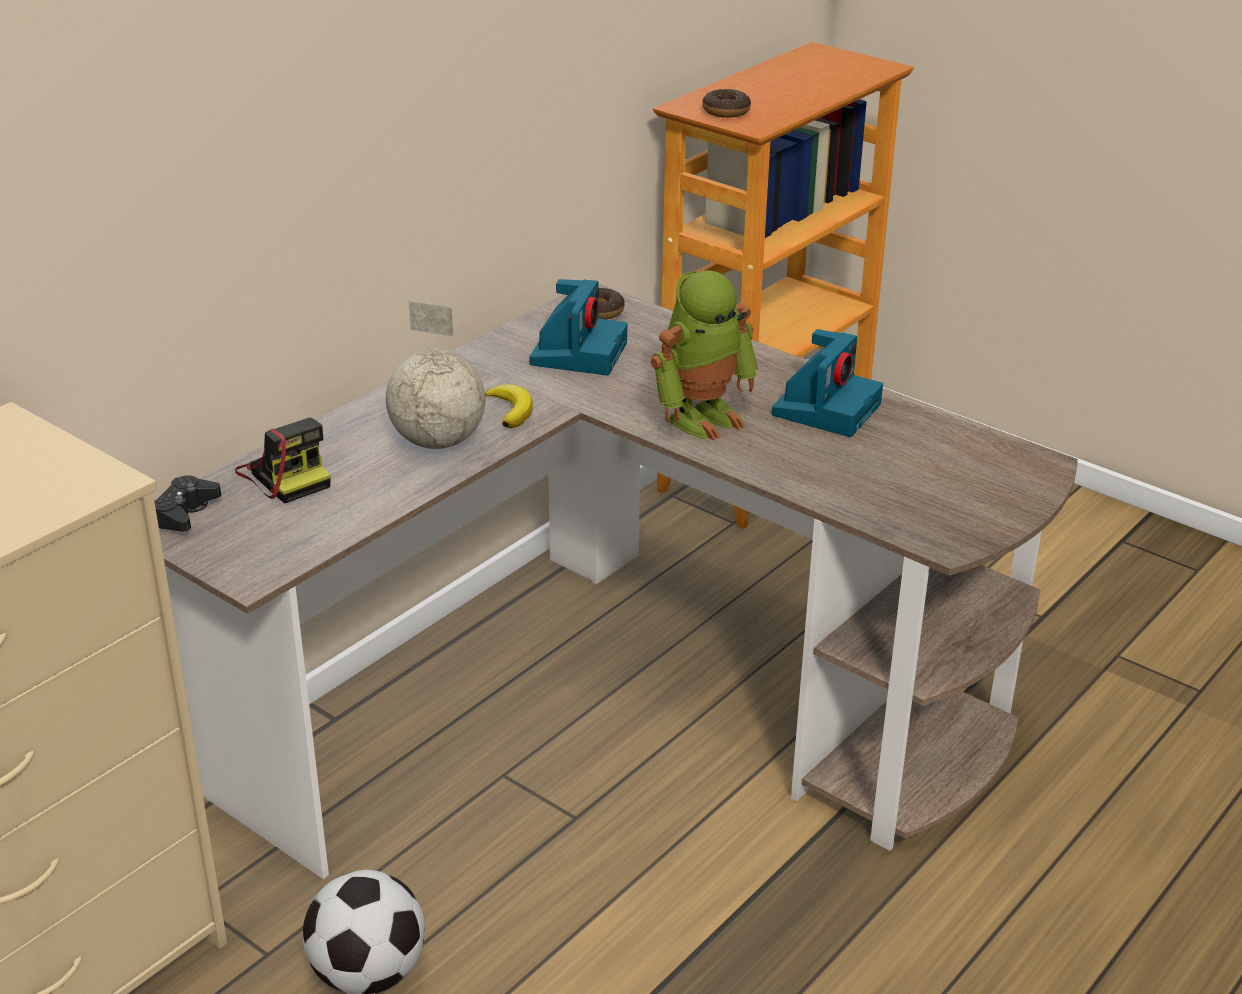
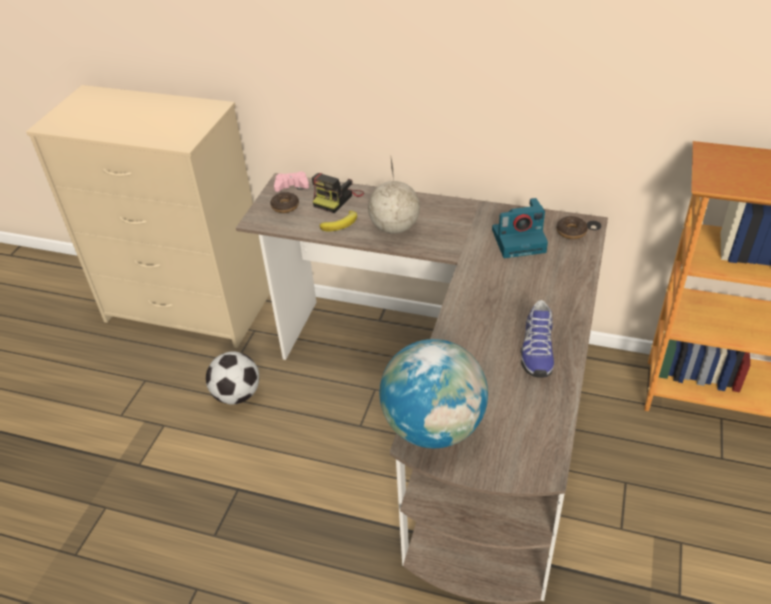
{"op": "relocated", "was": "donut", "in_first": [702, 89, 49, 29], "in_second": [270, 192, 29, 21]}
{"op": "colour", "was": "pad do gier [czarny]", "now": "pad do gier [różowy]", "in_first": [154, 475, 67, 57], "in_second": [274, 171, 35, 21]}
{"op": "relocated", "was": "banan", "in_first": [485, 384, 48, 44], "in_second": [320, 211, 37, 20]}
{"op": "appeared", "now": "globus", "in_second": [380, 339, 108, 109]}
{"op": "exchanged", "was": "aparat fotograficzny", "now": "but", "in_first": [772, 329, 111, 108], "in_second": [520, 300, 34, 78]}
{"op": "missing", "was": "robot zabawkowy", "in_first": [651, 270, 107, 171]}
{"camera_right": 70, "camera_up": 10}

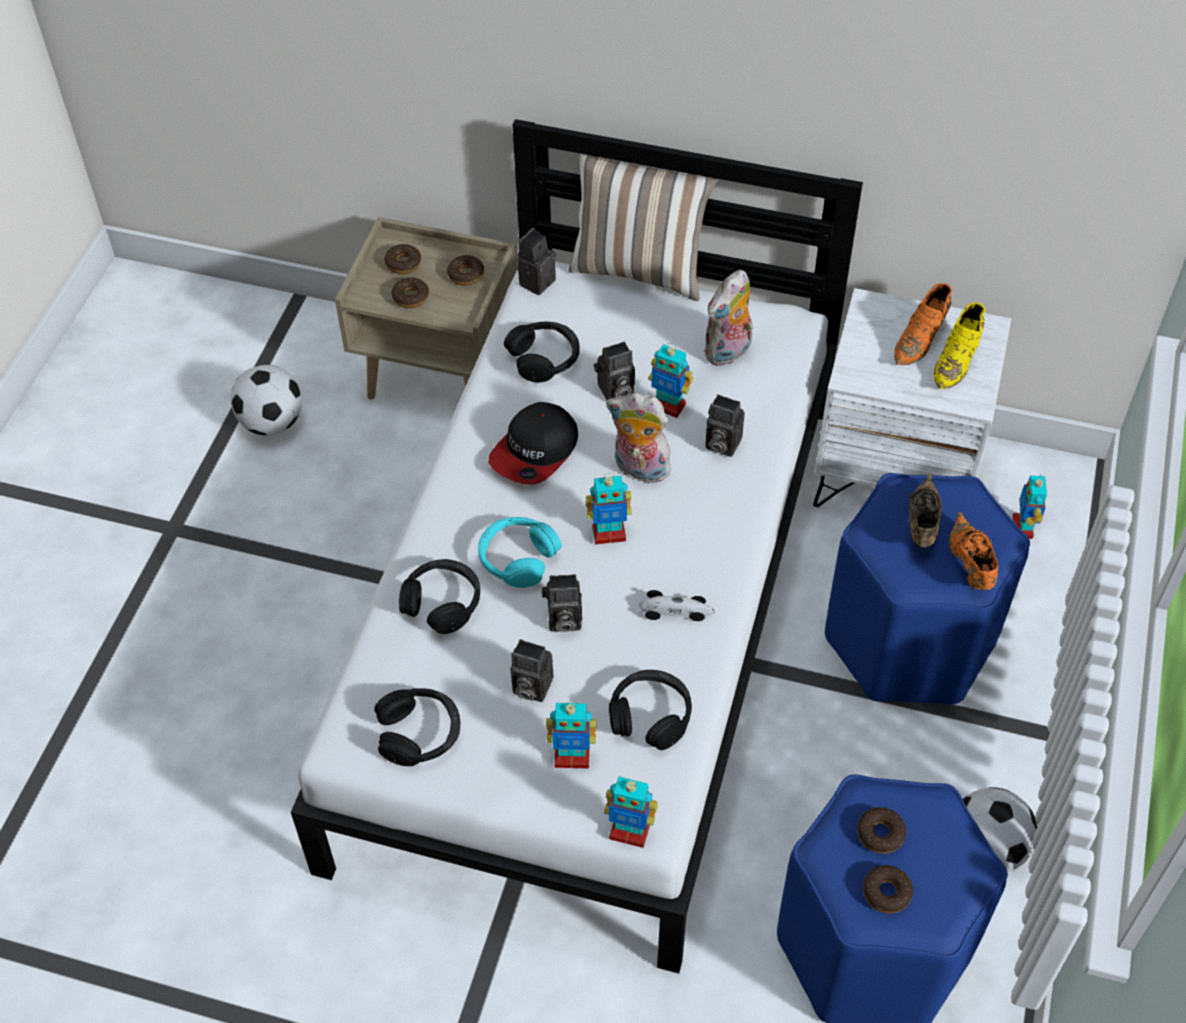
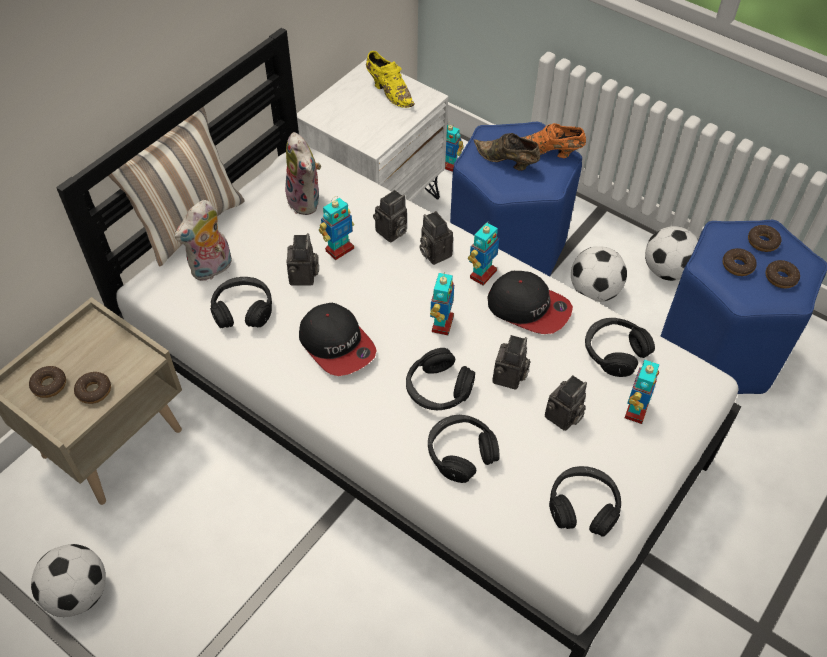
{"op": "relocated", "was": "pluszak", "in_first": [606, 393, 71, 90], "in_second": [174, 200, 58, 81]}
{"op": "colour", "was": "słuchawki [turkusowy]", "now": "słuchawki [czarny]", "in_first": [478, 517, 84, 71], "in_second": [406, 348, 69, 62]}
{"op": "relocated", "was": "aparat fotograficzny", "in_first": [517, 228, 39, 67], "in_second": [420, 211, 33, 54]}
{"op": "relocated", "was": "robot zabawkowy", "in_first": [604, 777, 54, 71], "in_second": [468, 223, 31, 62]}
{"op": "exchanged", "was": "samochodzik", "now": "czapka z daszkiem", "in_first": [639, 590, 76, 31], "in_second": [488, 271, 85, 63]}
{"op": "appeared", "now": "piłka futbolowa", "in_second": [571, 246, 56, 56]}
{"op": "relocated", "was": "donut", "in_first": [447, 255, 37, 31], "in_second": [748, 225, 33, 27]}
{"op": "missing", "was": "but [pomarańczowy]", "in_first": [894, 283, 58, 82]}
{"camera_right": -70, "camera_up": 0}

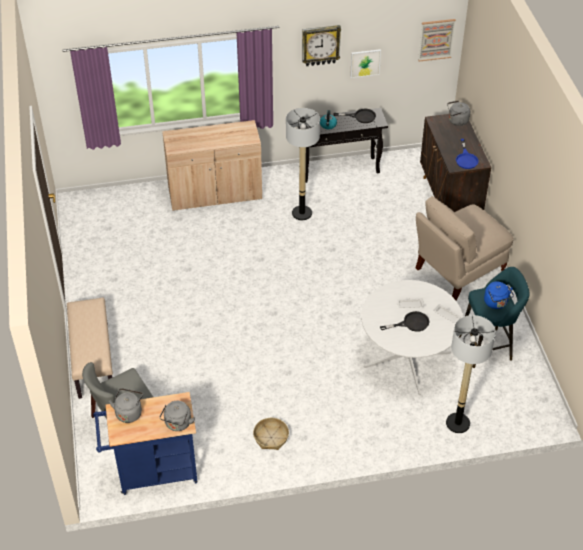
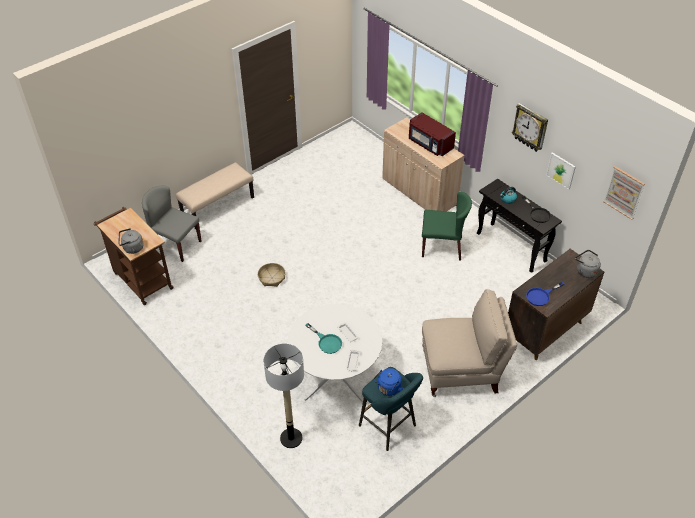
{"op": "colour", "was": "wózek [niebieski]", "now": "wózek [brązowy]", "in_first": [93, 392, 105, 103], "in_second": [94, 207, 80, 98]}
{"op": "relocated", "was": "koszyk", "in_first": [253, 418, 36, 32], "in_second": [258, 263, 27, 24]}
{"op": "colour", "was": "patelnia [czarny]", "now": "patelnia [turkusowy]", "in_first": [380, 311, 49, 21], "in_second": [306, 323, 36, 31]}
{"op": "appeared", "now": "mikrofalówka [czerwony]", "in_second": [409, 113, 47, 43]}
{"op": "exchanged", "was": "lampa stojąca", "now": "krzesło [zielony]", "in_first": [286, 108, 34, 112], "in_second": [422, 192, 50, 69]}
{"op": "spun", "was": "krzesło [beżowy]", "in_first": [415, 196, 99, 105], "in_second": [422, 289, 95, 108], "clockwise": 150}
{"op": "missing", "was": "czajnik [szary]", "in_first": [109, 388, 34, 35]}
{"camera_right": 60, "camera_up": 0}

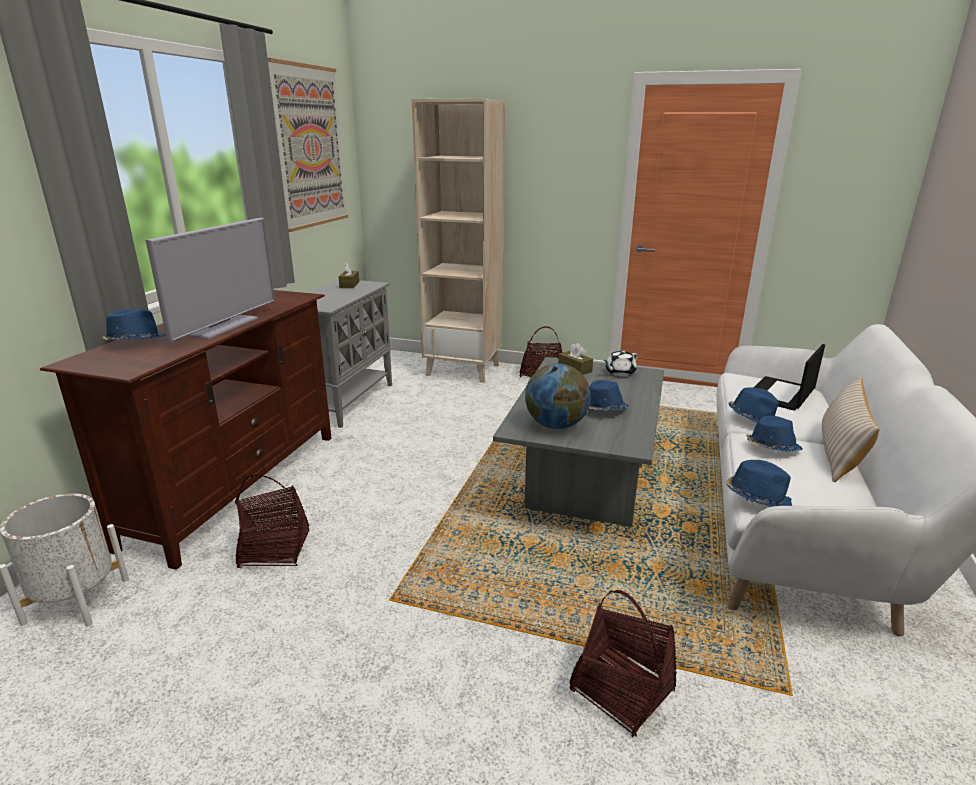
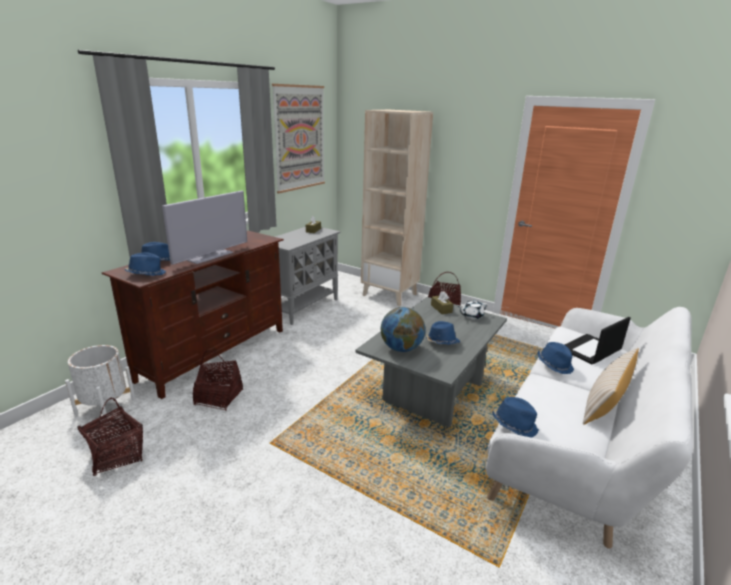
{"op": "relocated", "was": "koszyk", "in_first": [569, 590, 108, 147], "in_second": [78, 397, 65, 79]}
{"op": "relocated", "was": "kapelusz [niebieski]", "in_first": [746, 416, 57, 36], "in_second": [125, 252, 41, 24]}
{"camera_right": 15, "camera_up": 0}

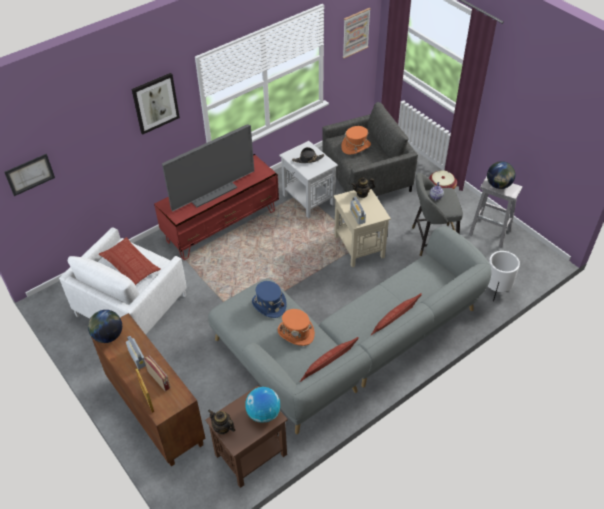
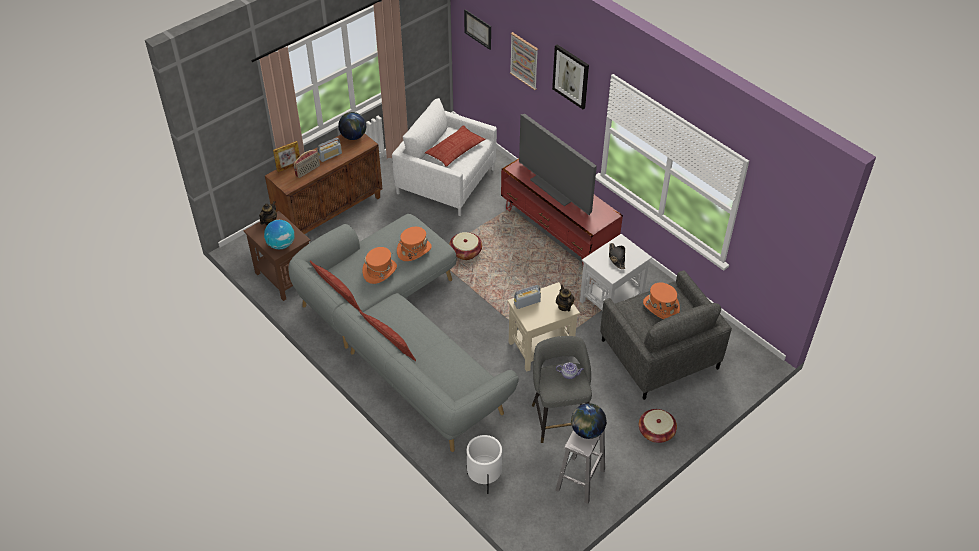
{"op": "colour", "was": "kapelusz [niebieski]", "now": "kapelusz [pomarańczowy]", "in_first": [252, 281, 35, 37], "in_second": [397, 227, 35, 34]}
{"op": "appeared", "now": "koszyk", "in_second": [449, 232, 33, 28]}
{"op": "relocated", "was": "obraz", "in_first": [342, 8, 29, 50], "in_second": [510, 32, 28, 58]}
{"camera_right": 85, "camera_up": 0}

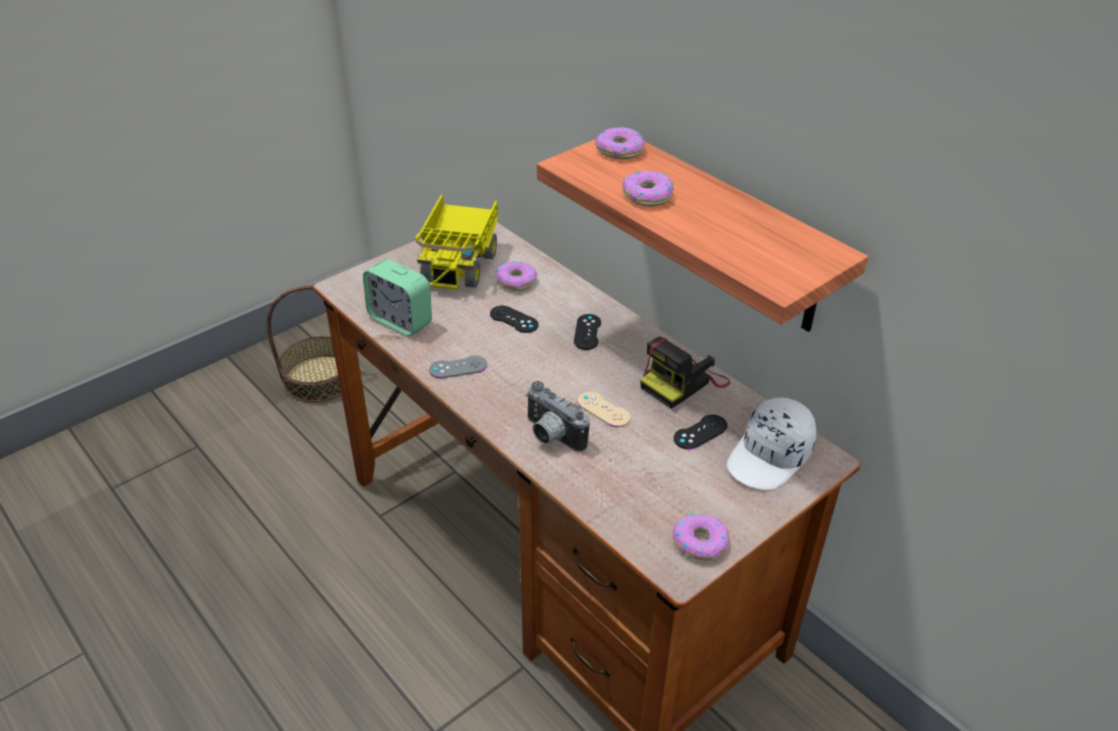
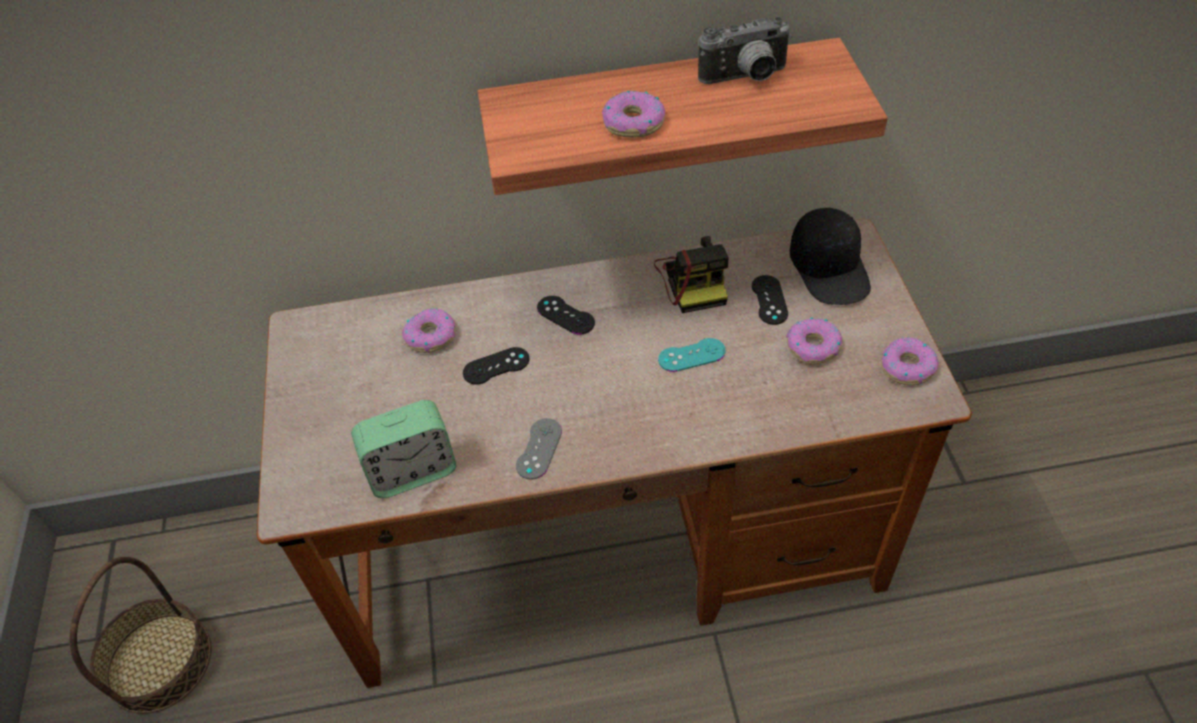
{"op": "colour", "was": "pad do gier [beżowy]", "now": "pad do gier [turkusowy]", "in_first": [577, 391, 53, 36], "in_second": [658, 338, 67, 34]}
{"op": "relocated", "was": "aparat fotograficzny", "in_first": [526, 381, 64, 71], "in_second": [698, 17, 94, 67]}
{"op": "relocated", "was": "donut", "in_first": [595, 127, 50, 32], "in_second": [786, 317, 56, 47]}
{"op": "colour", "was": "czapka z daszkiem [biały]", "now": "czapka z daszkiem [czarny]", "in_first": [727, 398, 89, 92], "in_second": [790, 207, 81, 98]}
{"op": "missing", "was": "ciężarówka zabawkowa", "in_first": [415, 195, 83, 96]}
{"camera_right": -55, "camera_up": 10}

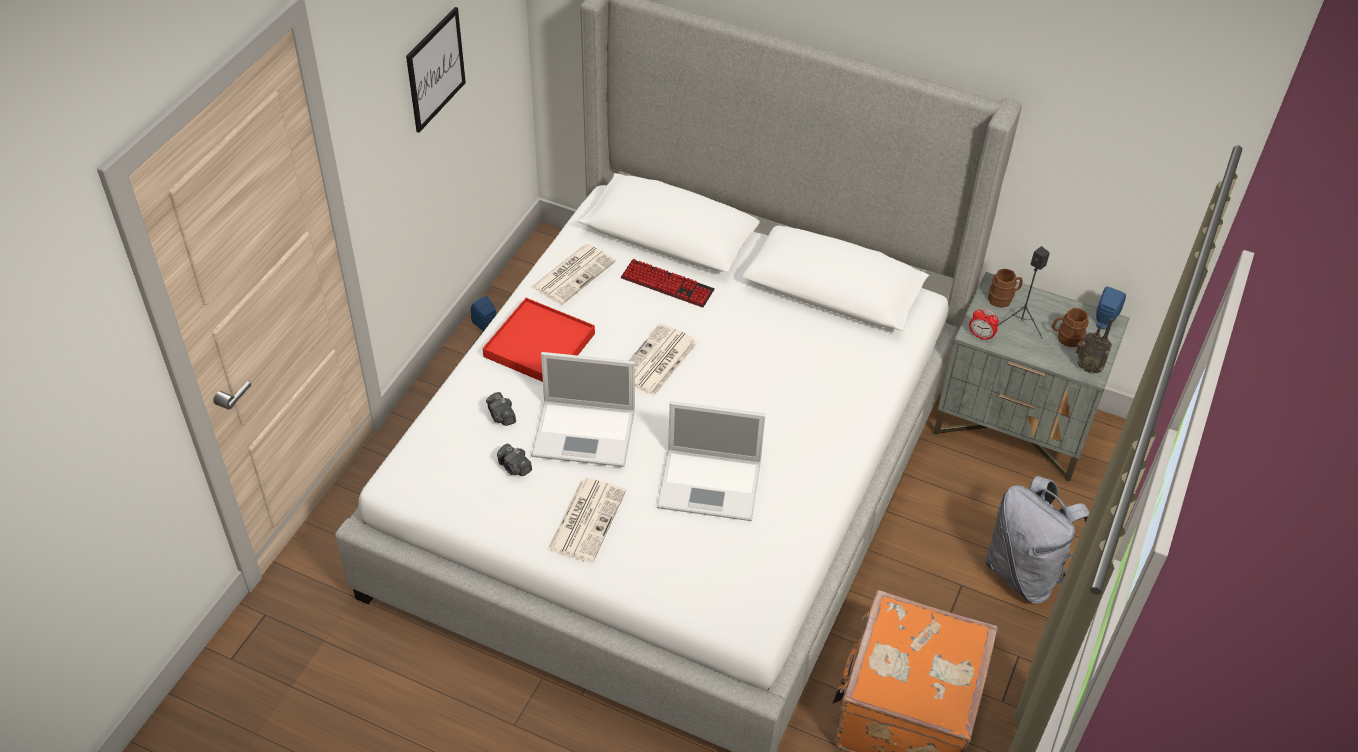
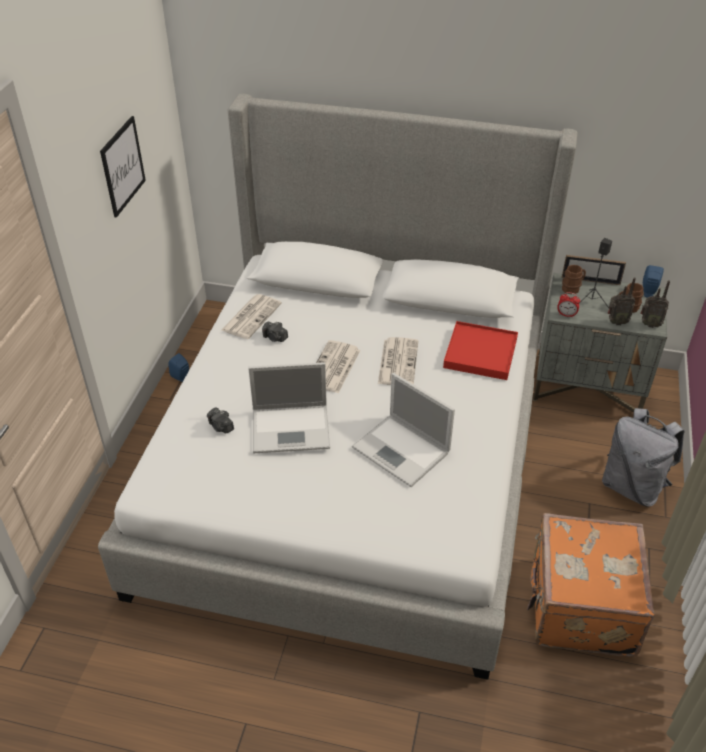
{"op": "relocated", "was": "aparat fotograficzny", "in_first": [497, 444, 35, 32], "in_second": [262, 322, 26, 20]}
{"op": "spun", "was": "laptop", "in_first": [657, 401, 109, 120], "in_second": [352, 373, 103, 114], "clockwise": 45}
{"op": "relocated", "was": "gazeta", "in_first": [547, 478, 79, 85], "in_second": [378, 337, 40, 48]}
{"op": "relocated", "was": "taca [czerwony]", "in_first": [483, 298, 112, 84], "in_second": [443, 321, 75, 59]}
{"op": "appeared", "now": "ramka na zdjęcie", "in_second": [562, 255, 64, 30]}
{"op": "appeared", "now": "radio", "in_second": [608, 277, 28, 48]}
{"op": "missing", "was": "klawiatura", "in_first": [621, 259, 93, 49]}
{"camera_right": -10, "camera_up": -5}

